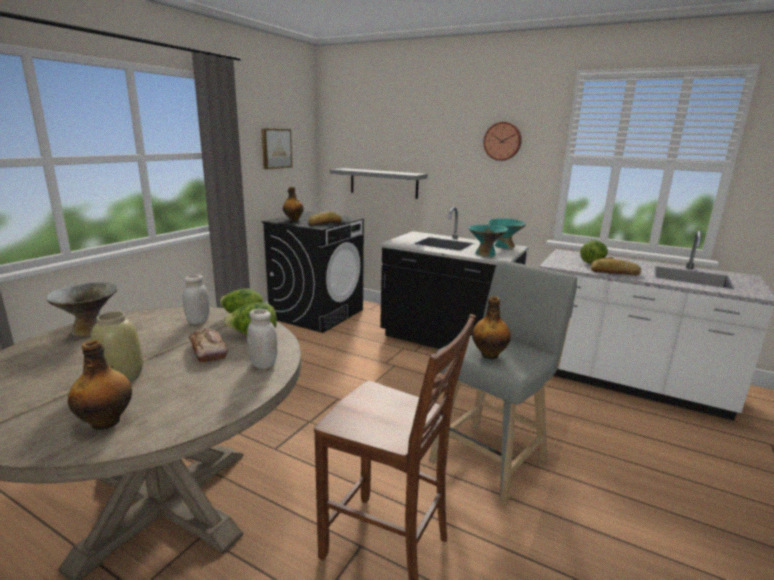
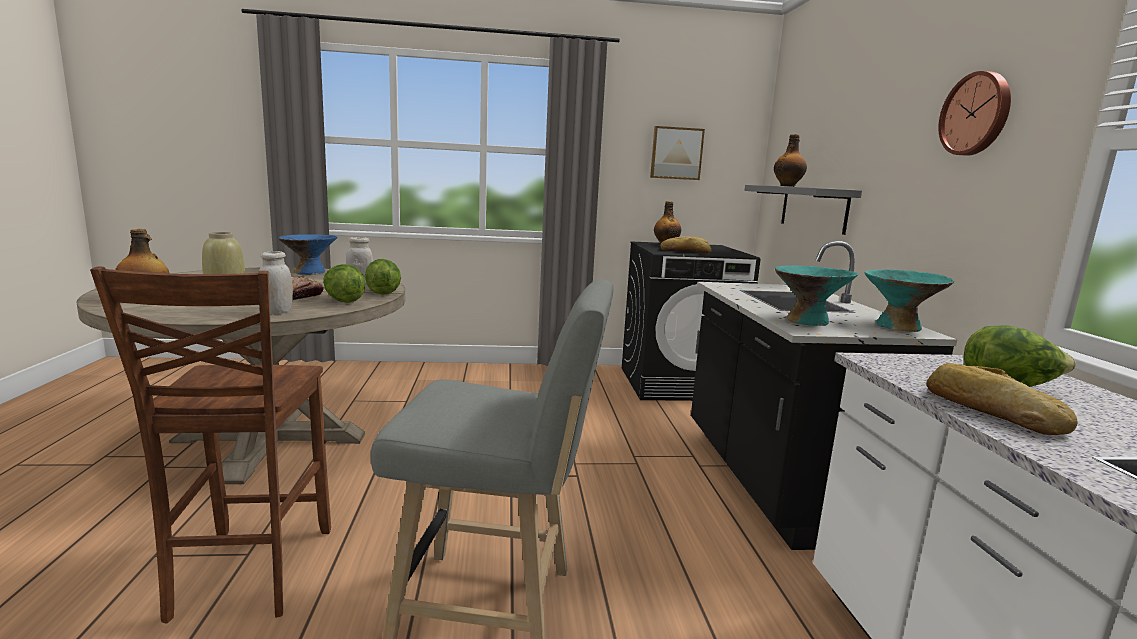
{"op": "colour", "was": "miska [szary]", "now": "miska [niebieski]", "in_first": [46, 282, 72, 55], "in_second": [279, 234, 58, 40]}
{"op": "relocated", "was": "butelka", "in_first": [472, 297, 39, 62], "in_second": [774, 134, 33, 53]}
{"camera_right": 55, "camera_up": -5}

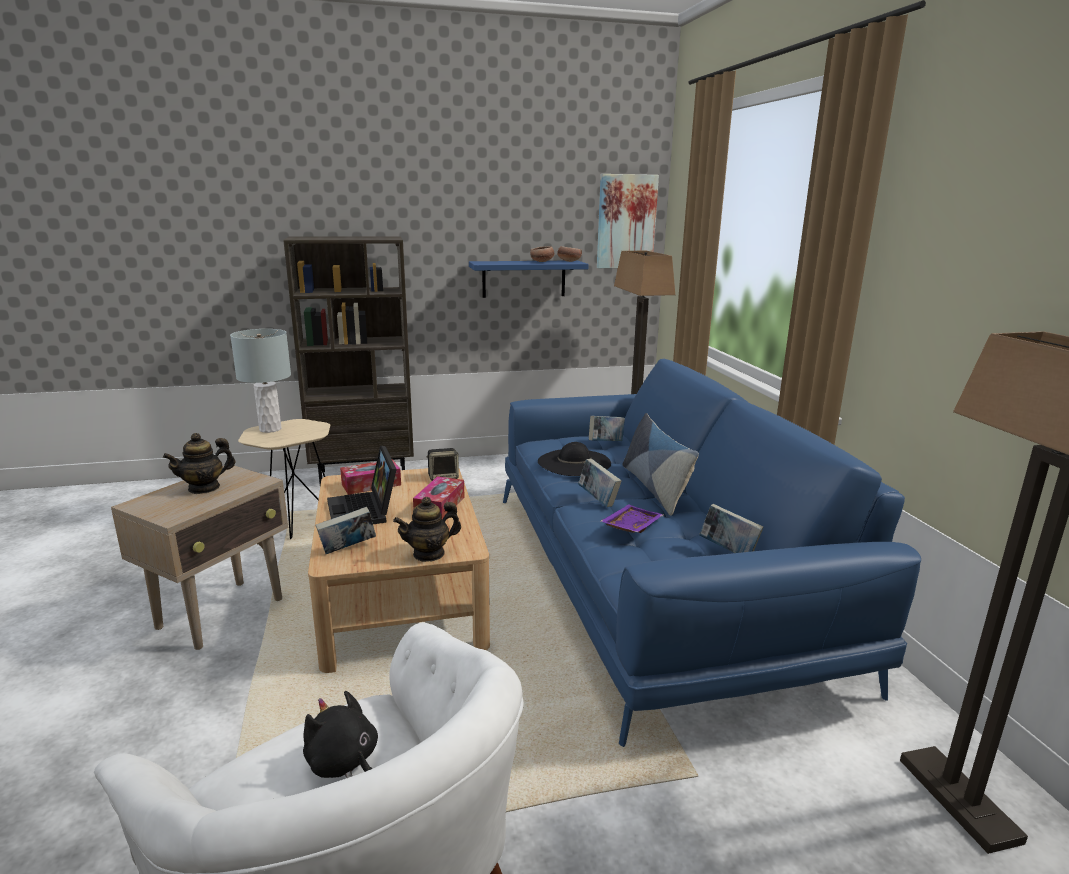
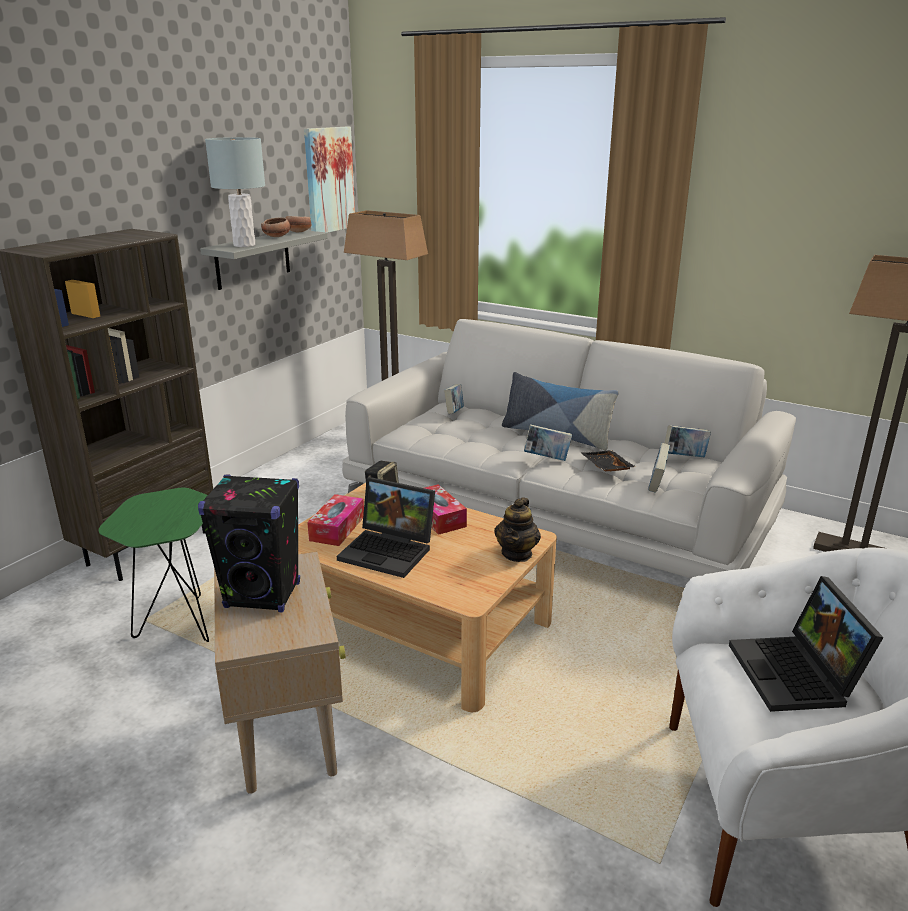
{"op": "colour", "was": "stolik [beżowy]", "now": "stolik [zielony]", "in_first": [238, 419, 92, 120], "in_second": [98, 488, 111, 154]}
{"op": "exchanged", "was": "imbryk", "now": "głośnik [czarny]", "in_first": [163, 433, 72, 61], "in_second": [198, 475, 102, 138]}
{"op": "colour", "was": "półka [niebieski]", "now": "półka [szary]", "in_first": [469, 260, 120, 38], "in_second": [200, 230, 128, 60]}
{"op": "relocated", "was": "lampa stołowa [szary]", "in_first": [230, 329, 61, 104], "in_second": [205, 137, 60, 110]}
{"op": "colour", "was": "kanapa [niebieski]", "now": "kanapa [biały]", "in_first": [503, 359, 418, 388], "in_second": [342, 319, 454, 259]}
{"op": "colour", "was": "taca [fioletowy]", "now": "taca [czarny]", "in_first": [601, 504, 62, 29], "in_second": [580, 450, 56, 21]}
{"op": "relocated", "was": "książka", "in_first": [315, 507, 61, 47], "in_second": [648, 443, 22, 50]}
{"op": "exchanged", "was": "pluszak [czarny]", "now": "laptop", "in_first": [303, 691, 75, 87], "in_second": [729, 576, 155, 136]}
{"op": "missing", "was": "kapelusz [czarny]", "in_first": [538, 442, 73, 34]}
{"camera_right": -45, "camera_up": 5}

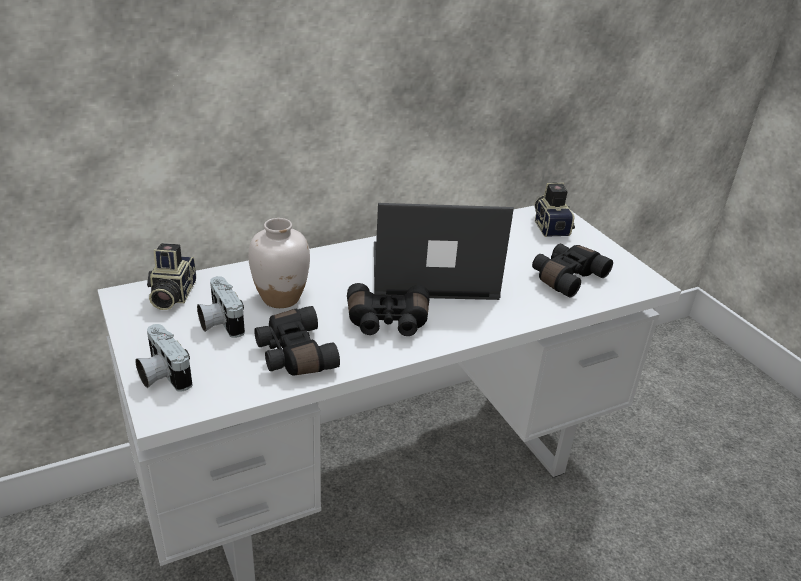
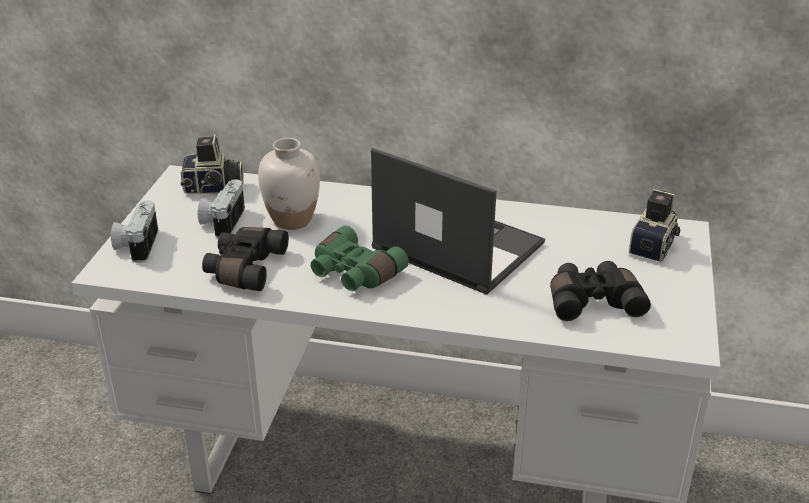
{"op": "spun", "was": "aparat fotograficzny", "in_first": [147, 243, 49, 67], "in_second": [181, 134, 63, 60], "clockwise": -135}
{"op": "colour", "was": "lornetka [czarny]", "now": "lornetka [zielony]", "in_first": [347, 283, 83, 53], "in_second": [311, 226, 98, 65]}
{"camera_right": 40, "camera_up": 0}

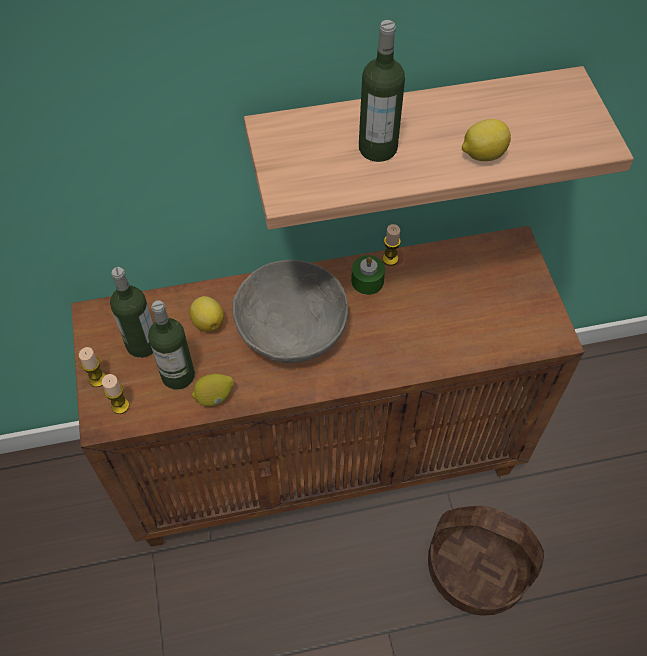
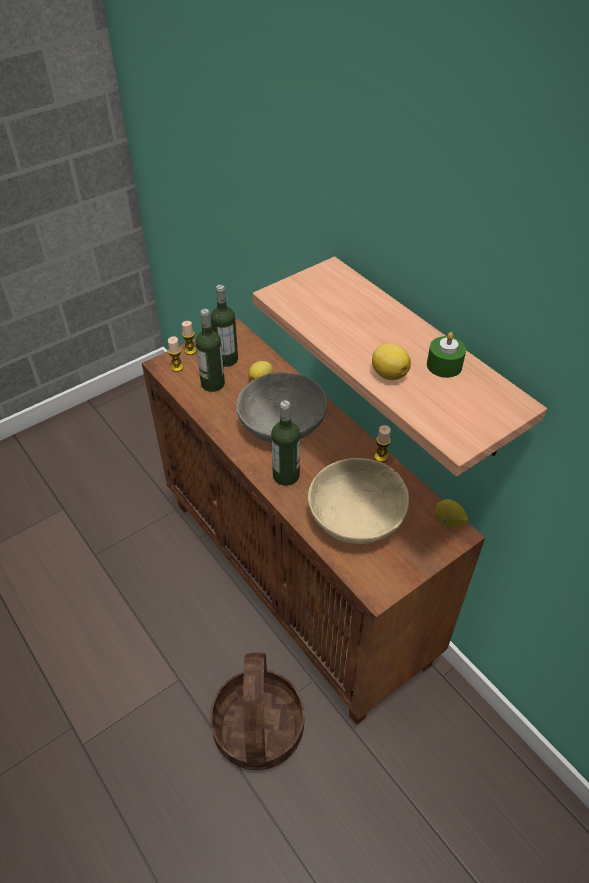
{"op": "relocated", "was": "butelka", "in_first": [359, 20, 46, 142], "in_second": [271, 400, 29, 86]}
{"op": "appeared", "now": "miska [beżowy]", "in_second": [308, 458, 101, 86]}
{"op": "relocated", "was": "świeca [zielony]", "in_first": [351, 255, 34, 40], "in_second": [427, 332, 39, 46]}
{"op": "relocated", "was": "cytryna", "in_first": [191, 374, 43, 33], "in_second": [435, 499, 33, 29]}
{"camera_right": 65, "camera_up": -10}

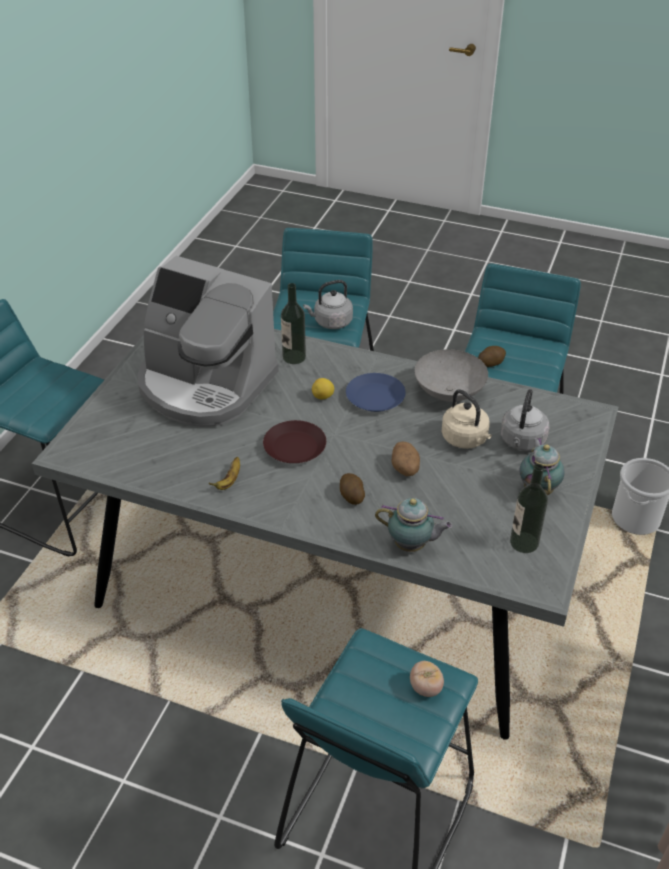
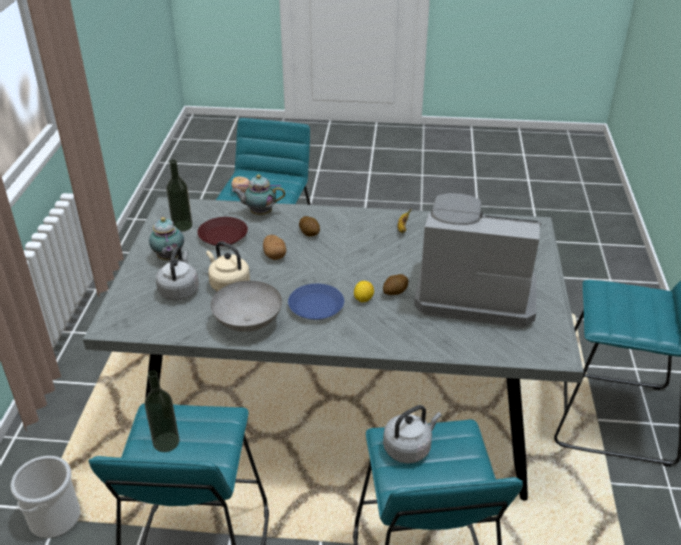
{"op": "relocated", "was": "butelka", "in_first": [281, 283, 25, 81], "in_second": [144, 370, 36, 82]}
{"op": "relocated", "was": "talerz [brązowy]", "in_first": [263, 420, 63, 43], "in_second": [198, 217, 50, 29]}
{"op": "relocated", "was": "ziemniak", "in_first": [478, 346, 28, 21], "in_second": [383, 274, 25, 21]}
{"camera_right": 165, "camera_up": -5}

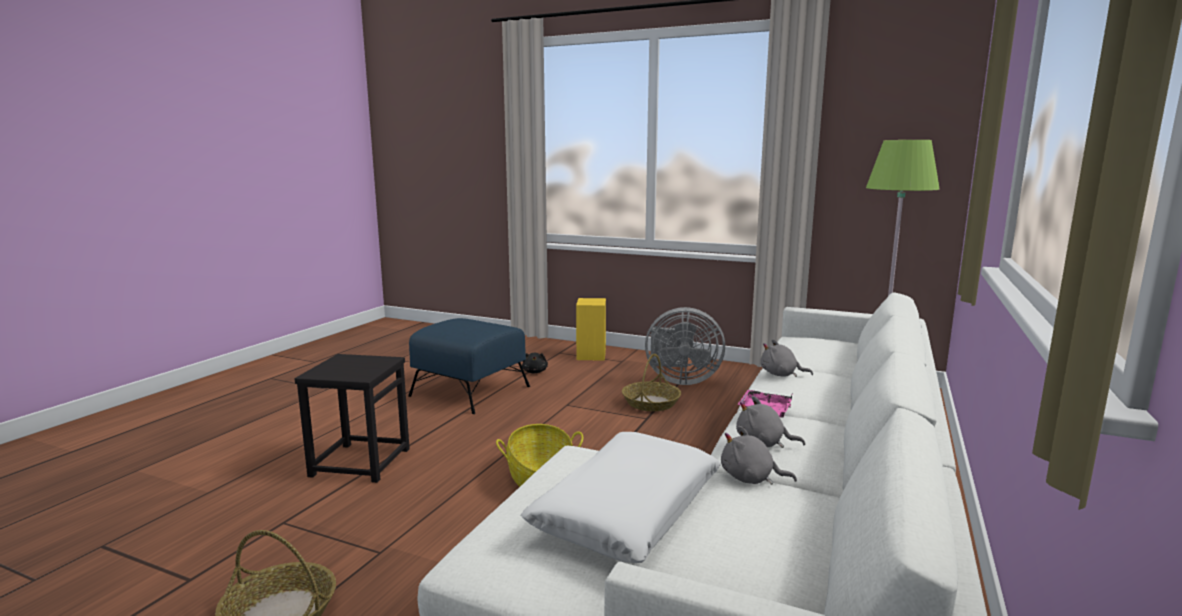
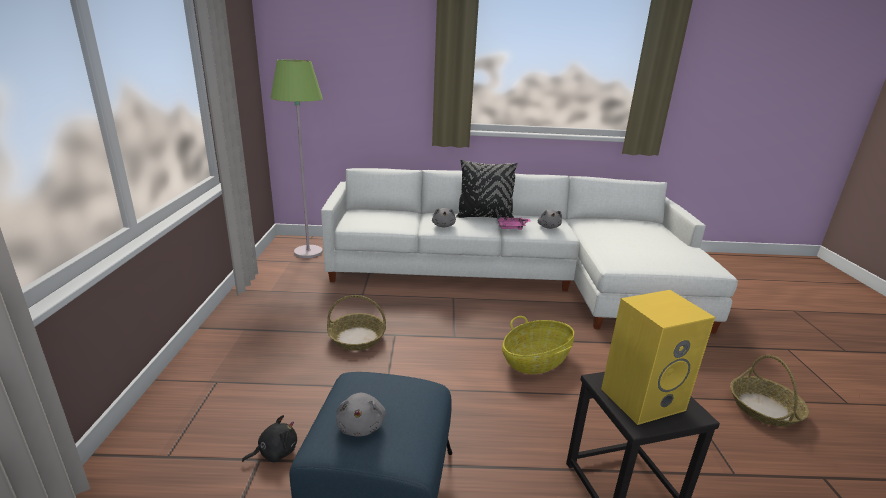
{"op": "relocated", "was": "pluszak [szary]", "in_first": [721, 426, 76, 59], "in_second": [336, 393, 50, 44]}
{"op": "appeared", "now": "poduszka [czarny]", "in_second": [456, 159, 62, 59]}
{"op": "relocated", "was": "głośnik [żółty]", "in_first": [576, 298, 30, 63], "in_second": [601, 290, 114, 135]}
{"op": "missing", "was": "poduszka [biały]", "in_first": [520, 432, 201, 131]}
{"op": "missing", "was": "wentylator [szary]", "in_first": [645, 307, 80, 78]}
{"camera_right": -115, "camera_up": 10}

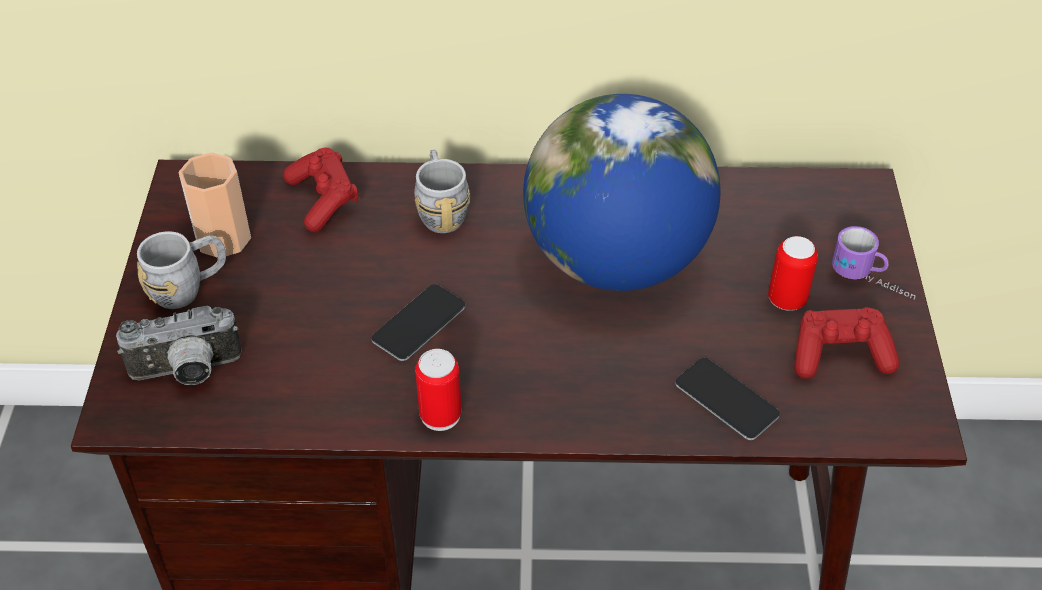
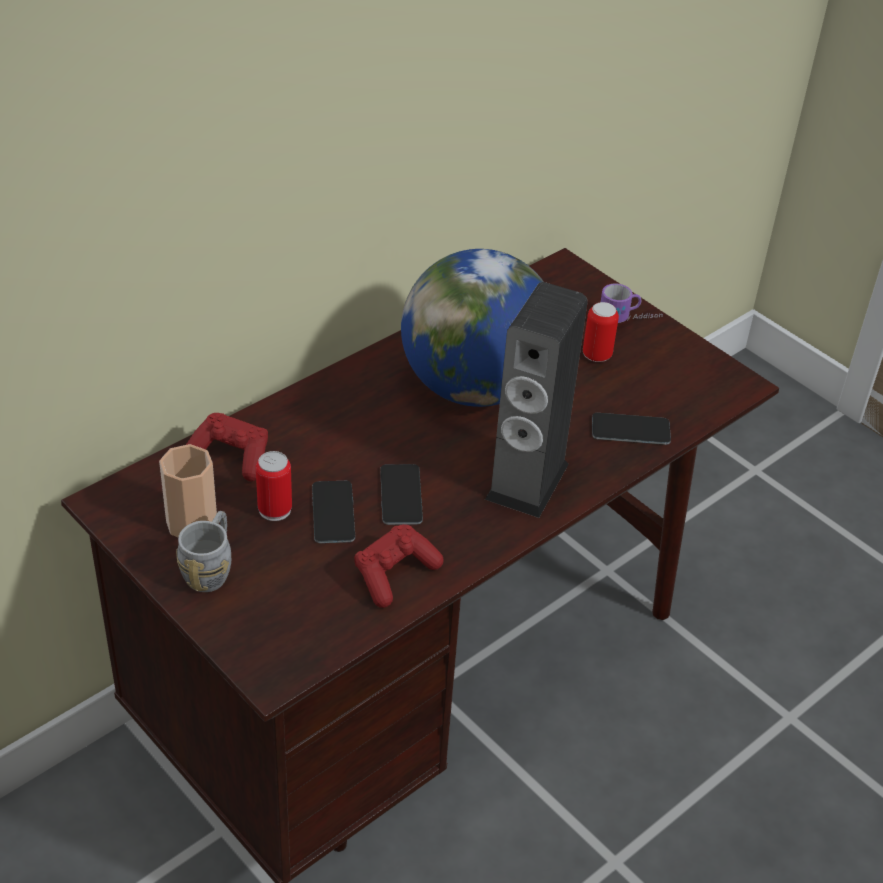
{"op": "relocated", "was": "puszka", "in_first": [415, 349, 46, 82], "in_second": [256, 451, 36, 70]}
{"op": "appeared", "now": "telefon", "in_second": [312, 481, 43, 62]}
{"op": "relocated", "was": "pad do gier [czerwony]", "in_first": [794, 307, 106, 72], "in_second": [354, 524, 90, 84]}
{"op": "appeared", "now": "głośnik", "in_second": [485, 282, 103, 236]}
{"op": "missing", "was": "aparat fotograficzny", "in_first": [116, 306, 126, 79]}
{"op": "missing", "was": "kubek [szary]", "in_first": [414, 150, 56, 83]}
{"camera_right": -45, "camera_up": -5}

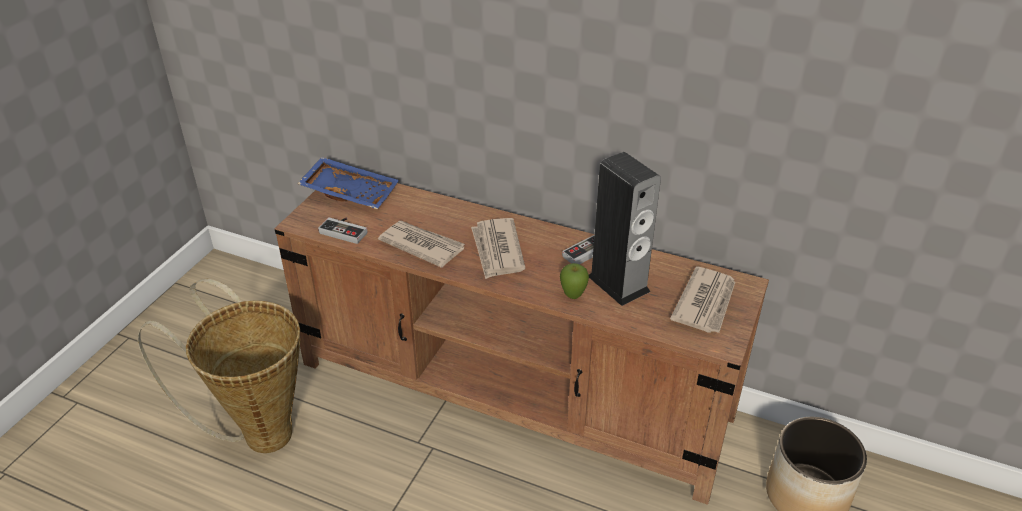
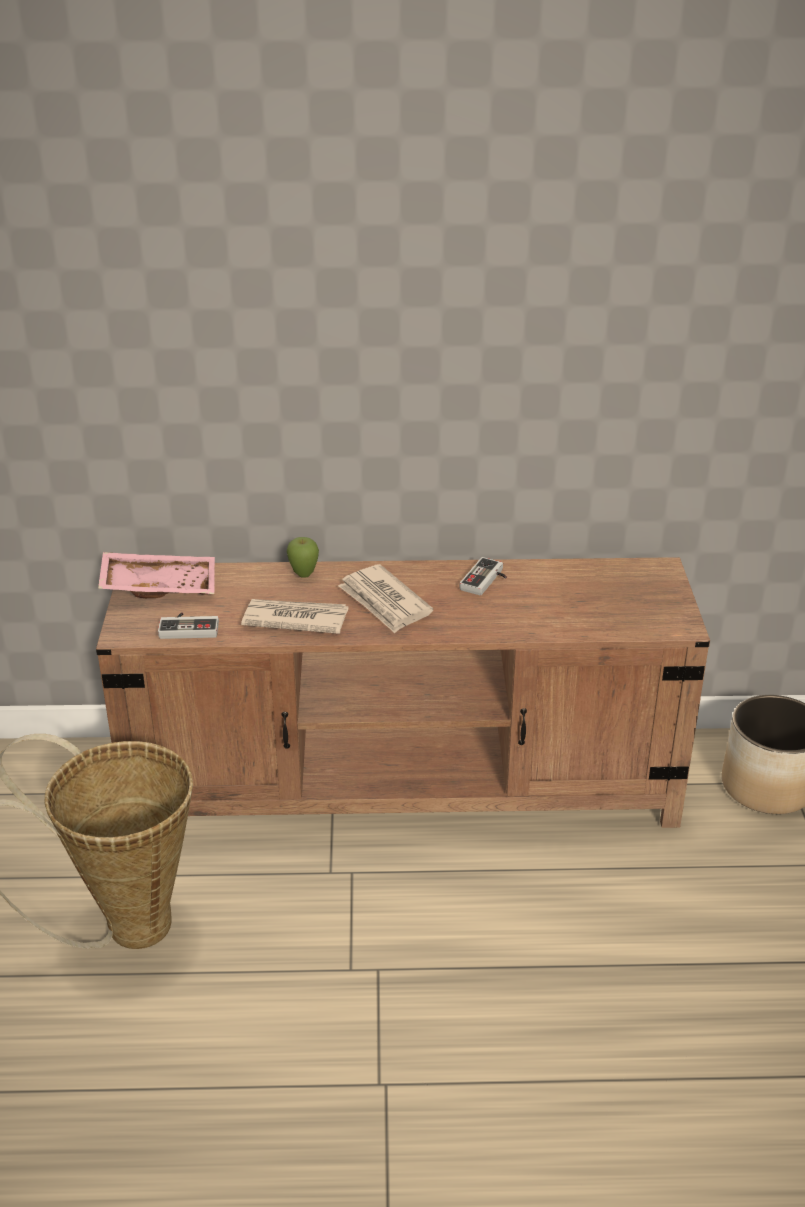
{"op": "colour", "was": "taca [niebieski]", "now": "taca [różowy]", "in_first": [298, 157, 101, 52], "in_second": [98, 552, 117, 46]}
{"op": "relocated", "was": "jabłko", "in_first": [560, 263, 29, 36], "in_second": [287, 537, 32, 41]}
{"op": "missing", "was": "głośnik", "in_first": [589, 152, 72, 154]}
{"op": "missing", "was": "gazeta", "in_first": [670, 267, 65, 66]}
{"camera_right": -25, "camera_up": -5}

